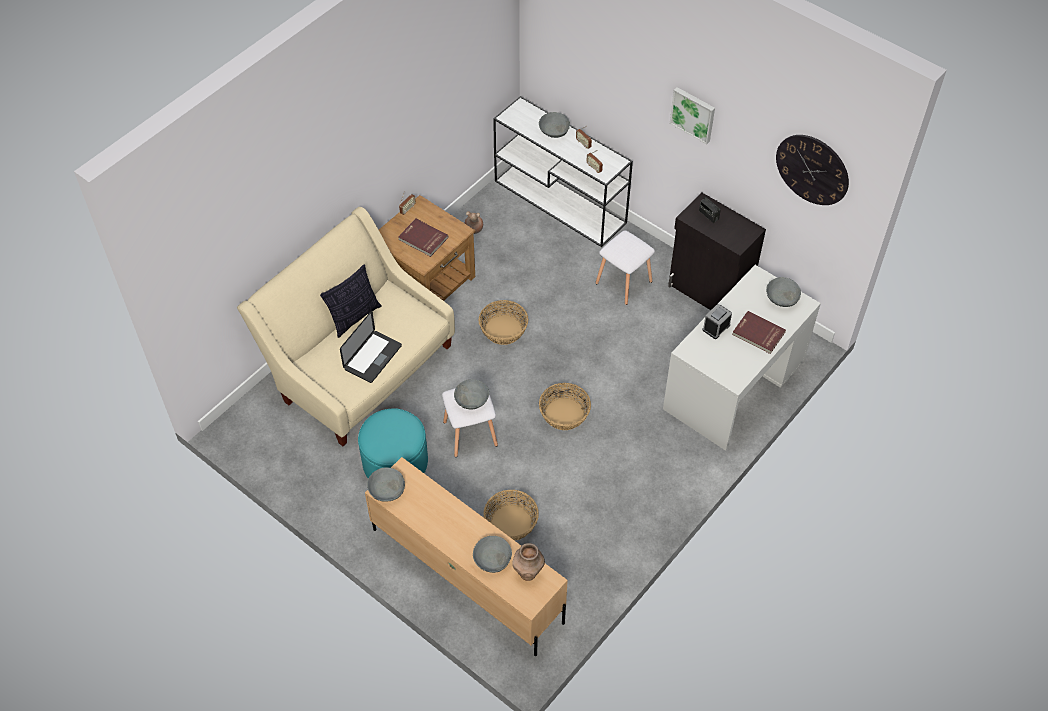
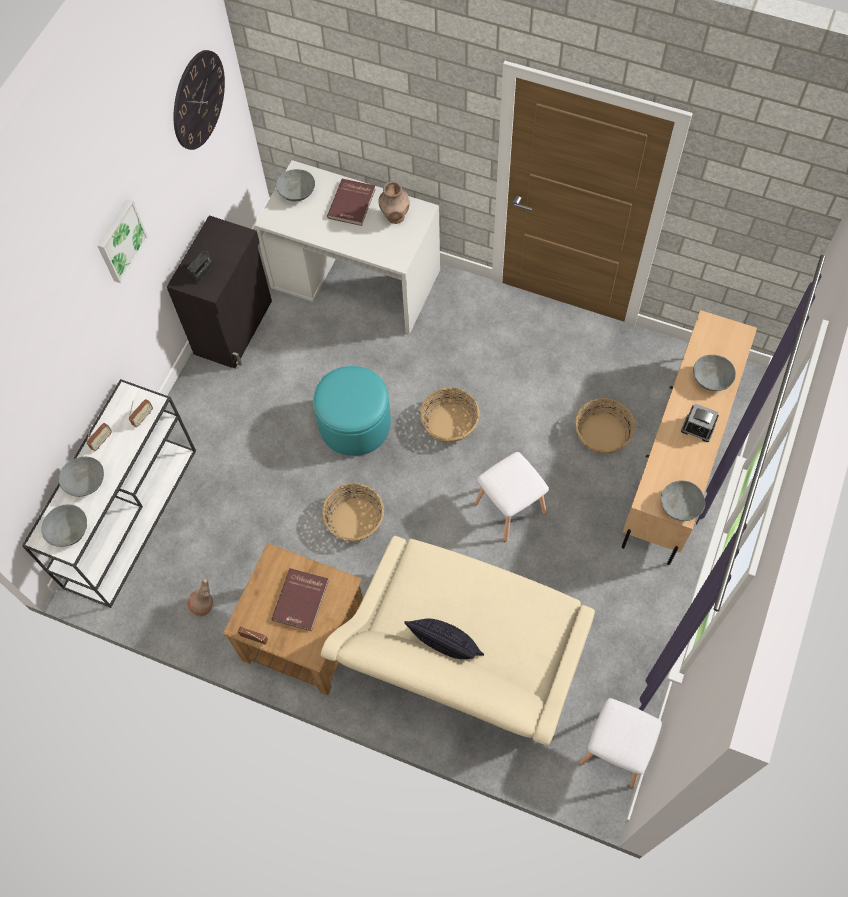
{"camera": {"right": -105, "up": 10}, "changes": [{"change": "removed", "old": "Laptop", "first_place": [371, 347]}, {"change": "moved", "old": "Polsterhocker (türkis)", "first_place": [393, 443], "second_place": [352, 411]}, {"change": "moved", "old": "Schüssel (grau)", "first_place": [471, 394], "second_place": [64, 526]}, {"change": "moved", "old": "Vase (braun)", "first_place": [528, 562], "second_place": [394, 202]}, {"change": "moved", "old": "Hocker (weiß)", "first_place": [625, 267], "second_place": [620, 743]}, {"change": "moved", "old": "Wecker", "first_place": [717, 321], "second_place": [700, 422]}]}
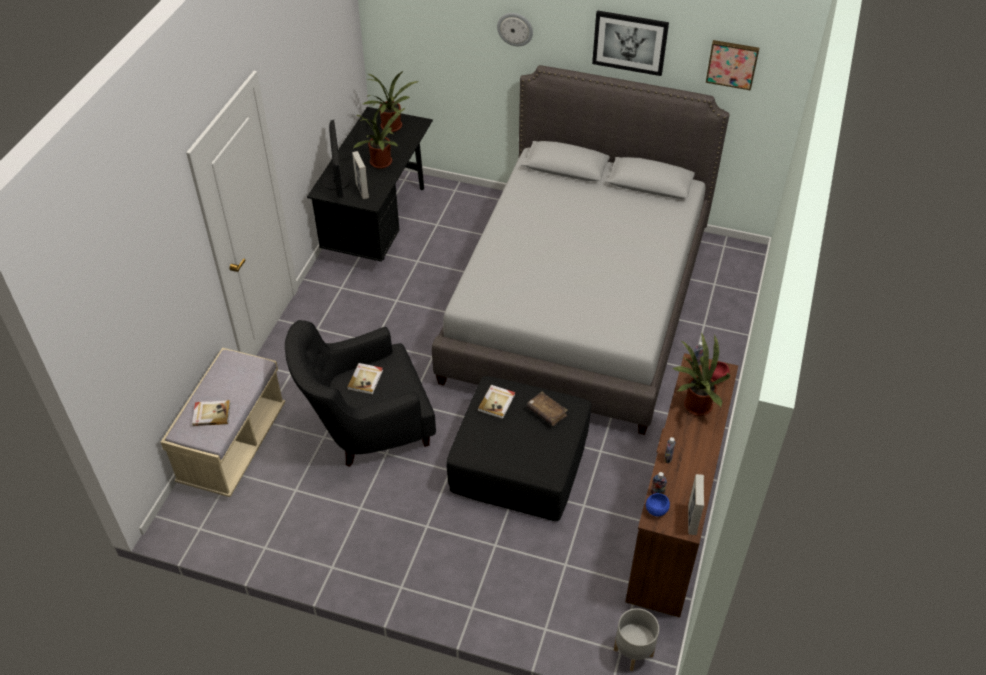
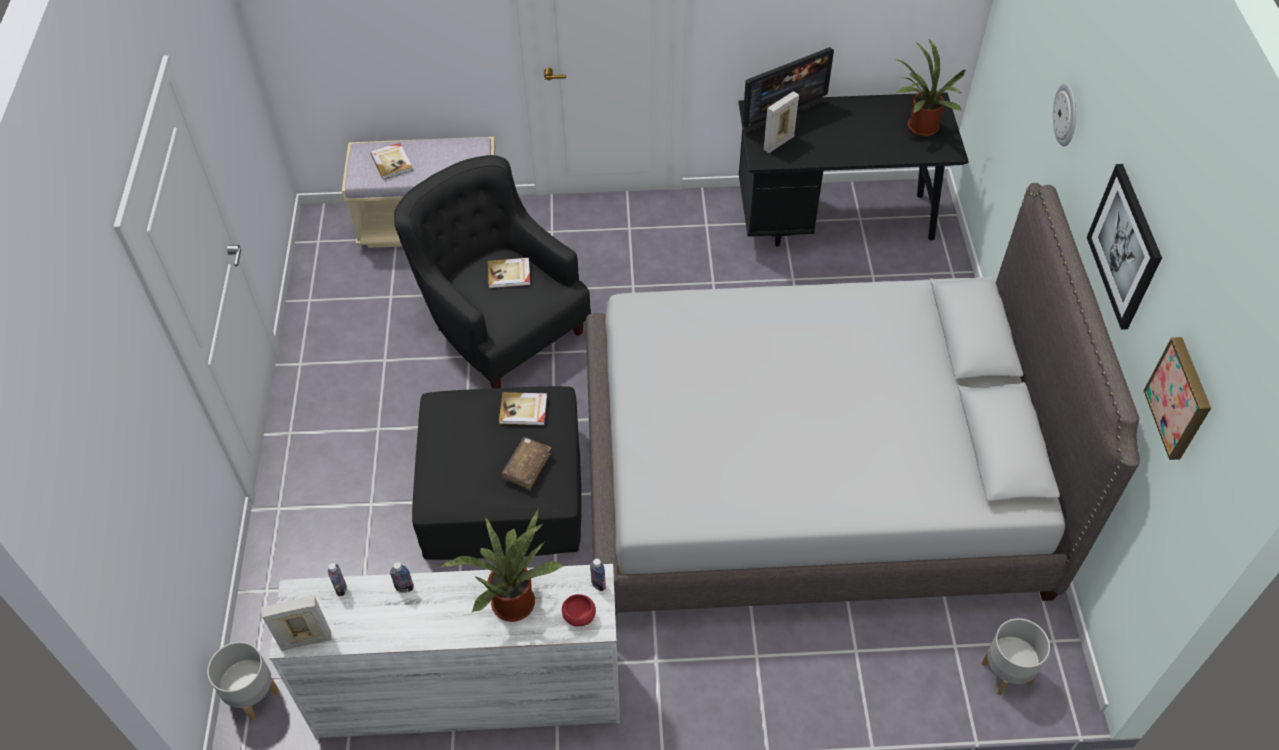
{"camera": {"right": 70, "up": 5}, "changes": [{"change": "removed", "old": "Topfpflanze", "first_place": [379, 136]}, {"change": "removed", "old": "Schüssel (blau)", "first_place": [658, 504]}, {"change": "added", "new": "Pflanzkübel (grau)", "second_place": [1015, 656]}, {"change": "recoloured", "old": "Kommode (braun)", "new": "Kommode (weiß)", "first_place": [681, 485], "second_place": [444, 651]}]}
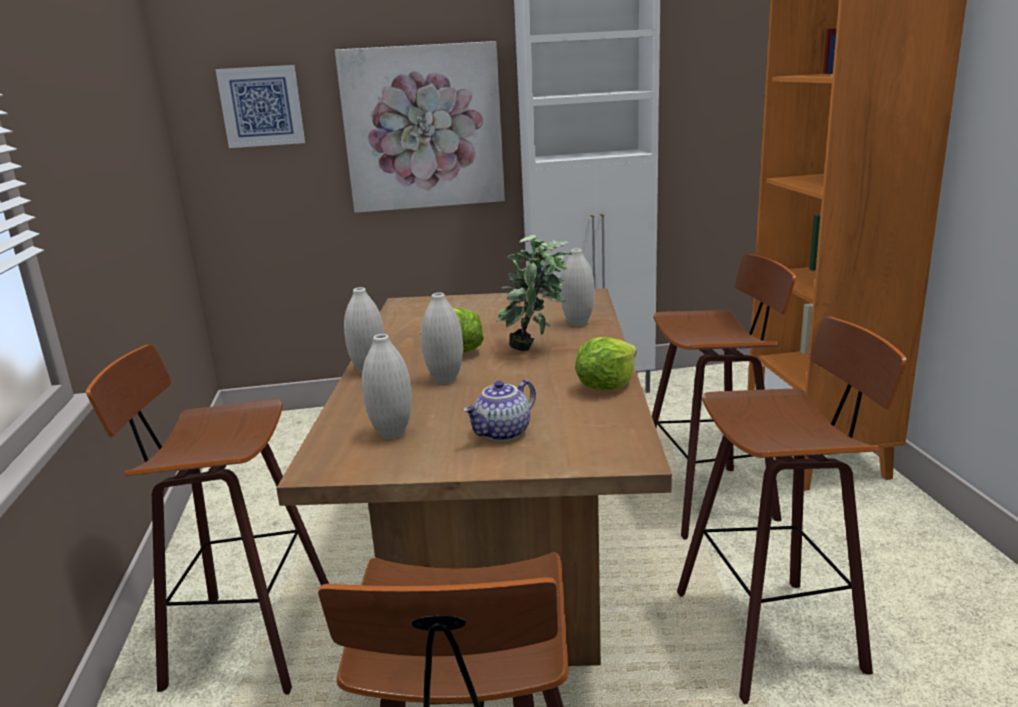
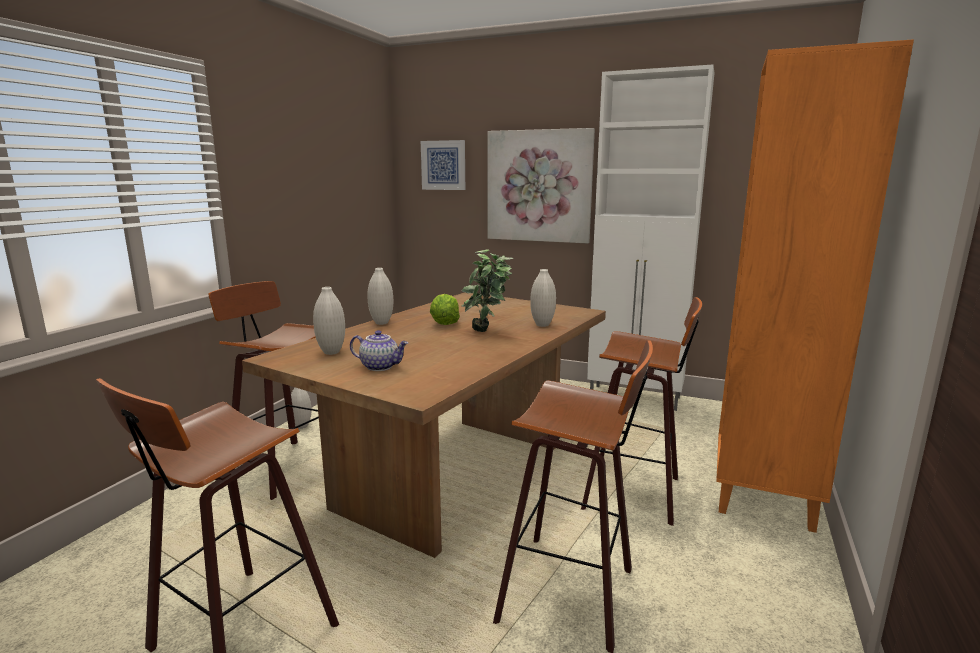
{"camera": {"right": 30, "up": -5}, "changes": [{"change": "removed", "old": "Salatkopf", "first_place": [606, 363]}, {"change": "moved", "old": "Vase (weiß)", "first_place": [442, 338], "second_place": [301, 408]}, {"change": "turned", "old": "Teekanne", "first_place": [499, 410], "second_place": [379, 350], "degrees": -150}]}
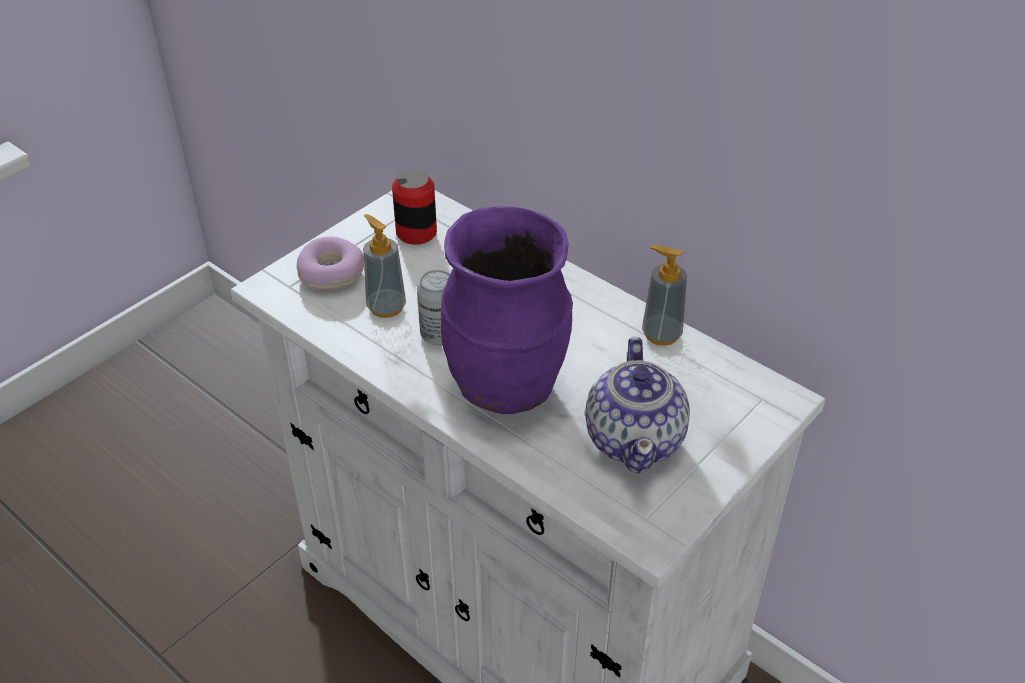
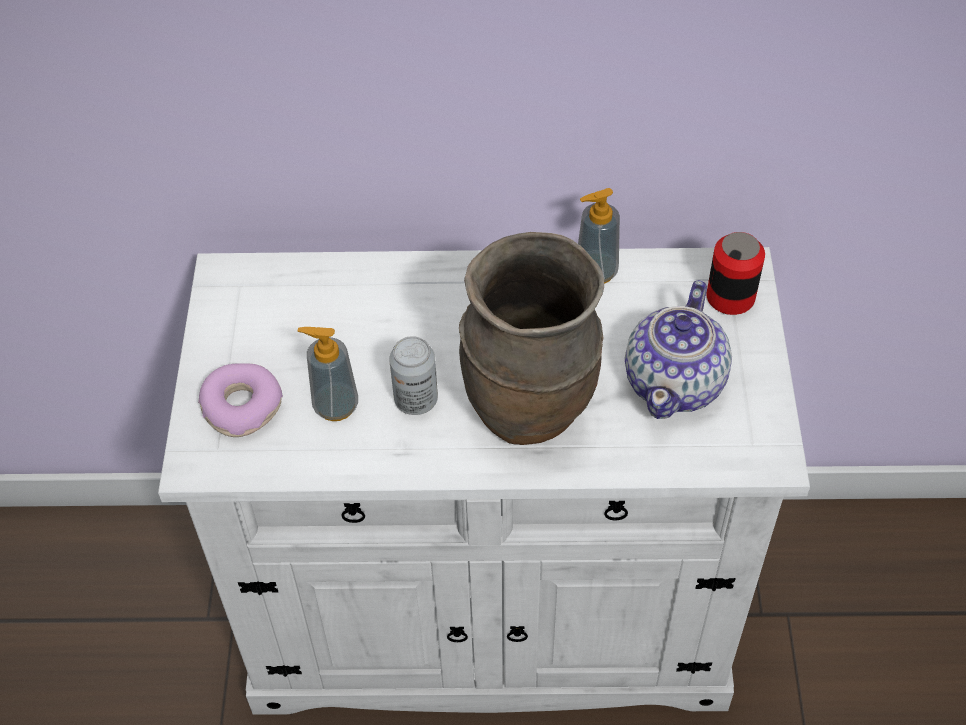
{"camera": {"right": -40, "up": 10}, "changes": [{"change": "moved", "old": "Dose", "first_place": [414, 207], "second_place": [735, 273]}, {"change": "recoloured", "old": "Vase (lila)", "new": "Vase (braun)", "first_place": [507, 310], "second_place": [531, 338]}, {"change": "turned", "old": "Teekanne", "first_place": [637, 405], "second_place": [678, 349], "degrees": 60}]}
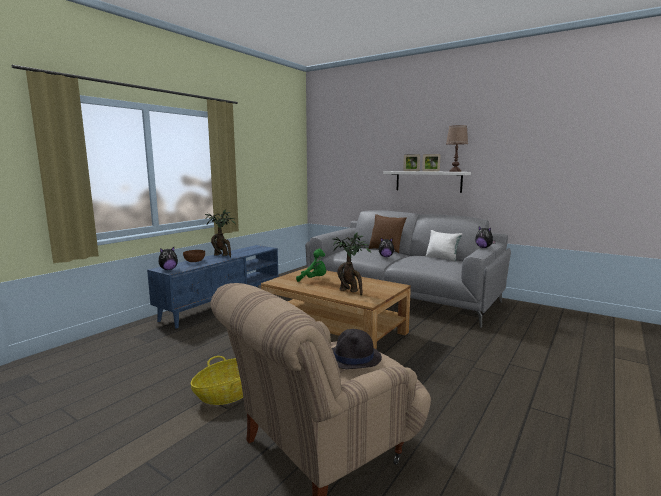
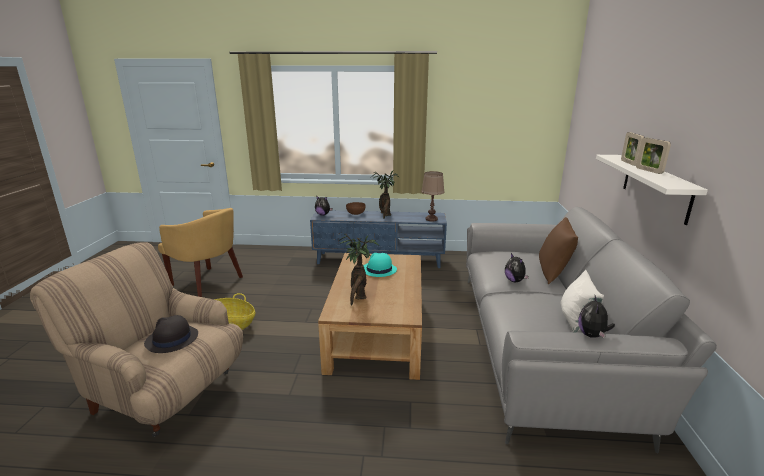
{"camera": {"right": 60, "up": 10}, "changes": [{"change": "added", "new": "Sessel (gelb)", "second_place": [200, 252]}, {"change": "moved", "old": "Tischlampe (braun)", "first_place": [457, 148], "second_place": [432, 196]}, {"change": "replaced", "old": "Plüschtier (grün)", "new": "Hut (türkis)", "first_place": [311, 265], "second_place": [380, 265]}]}
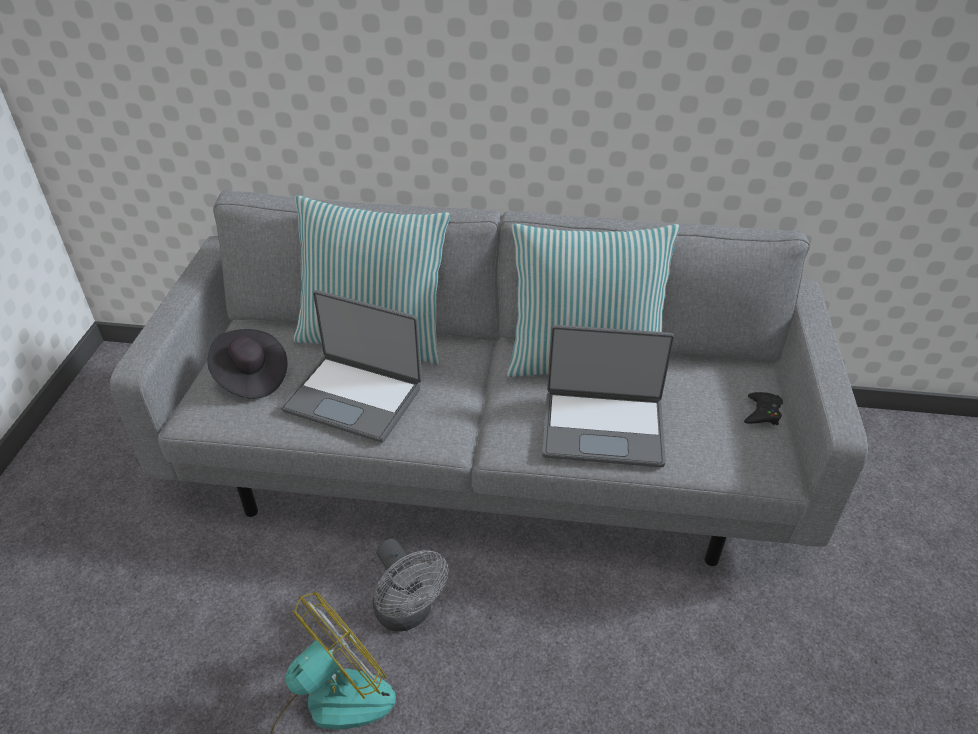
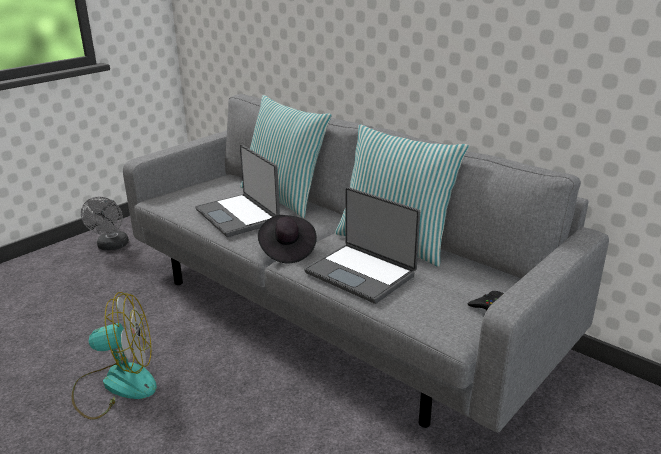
{"camera": {"right": 35, "up": -15}, "changes": [{"change": "moved", "old": "Hut (schwarz)", "first_place": [247, 364], "second_place": [287, 239]}, {"change": "moved", "old": "Ventilator (grau)", "first_place": [411, 585], "second_place": [105, 223]}]}
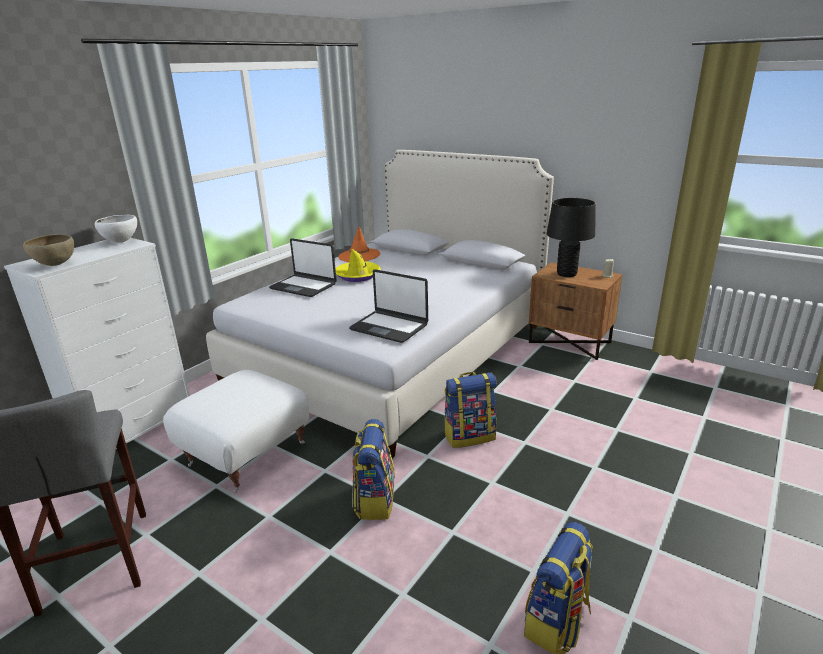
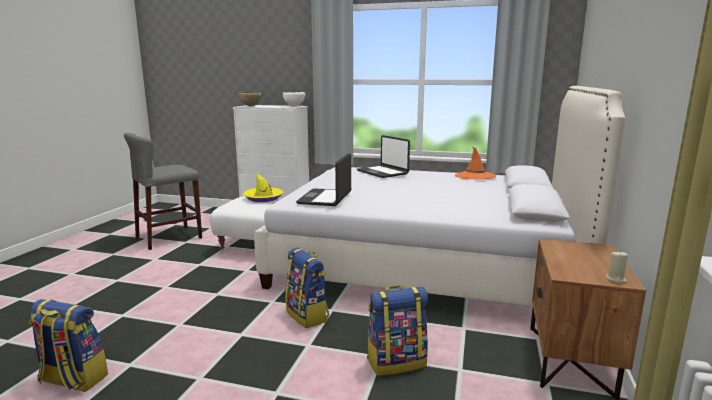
{"camera": {"right": 70, "up": -10}, "changes": [{"change": "removed", "old": "Tischlampe (schwarz)", "first_place": [571, 237]}, {"change": "moved", "old": "Hut (gelb)", "first_place": [358, 265], "second_place": [263, 187]}, {"change": "moved", "old": "Rucksack", "first_place": [373, 469], "second_place": [397, 330]}, {"change": "turned", "old": "Laptop", "first_place": [303, 267], "second_place": [383, 156], "degrees": -45}]}
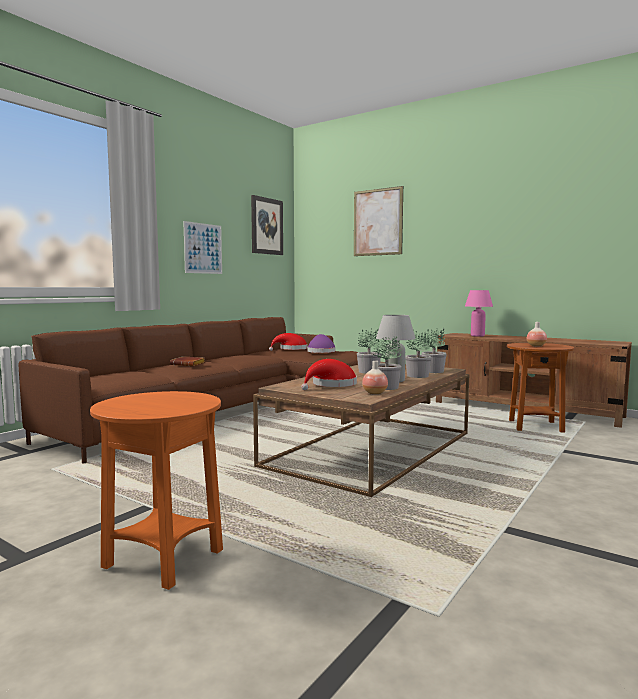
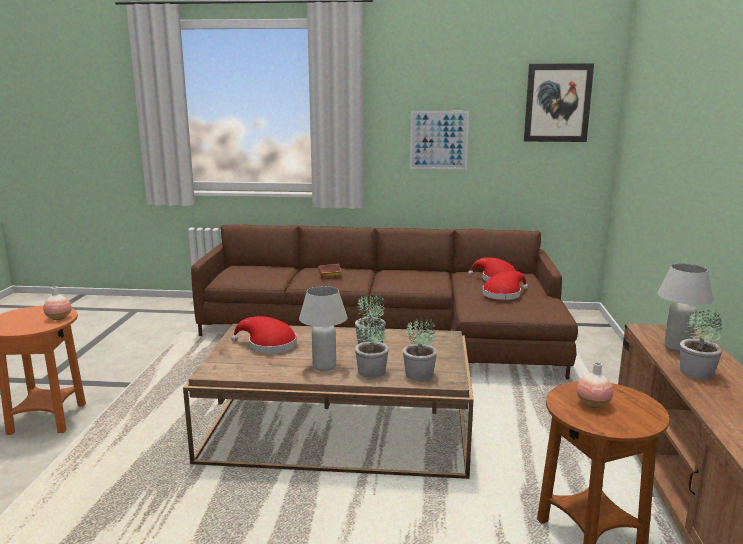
{"camera": {"right": 60, "up": 10}, "changes": [{"change": "removed", "old": "Bild", "first_place": [378, 221]}, {"change": "moved", "old": "Vase", "first_place": [375, 378], "second_place": [57, 303]}, {"change": "moved", "old": "Topfpflanze", "first_place": [387, 363], "second_place": [701, 345]}, {"change": "recoloured", "old": "Hut (lila)", "new": "Hut (rot)", "first_place": [321, 343], "second_place": [505, 285]}, {"change": "recoloured", "old": "Tischlampe (rosa)", "new": "Tischlampe (weiß)", "first_place": [479, 313], "second_place": [685, 307]}]}
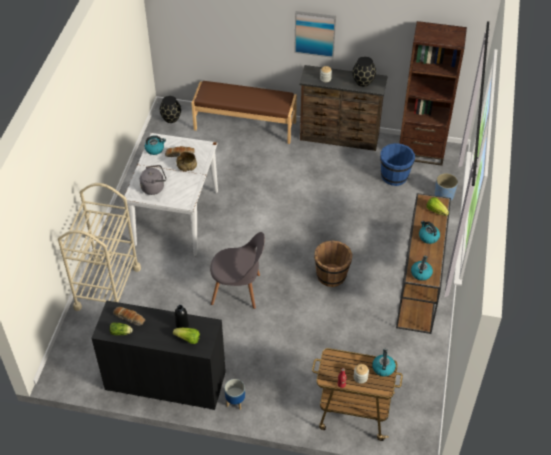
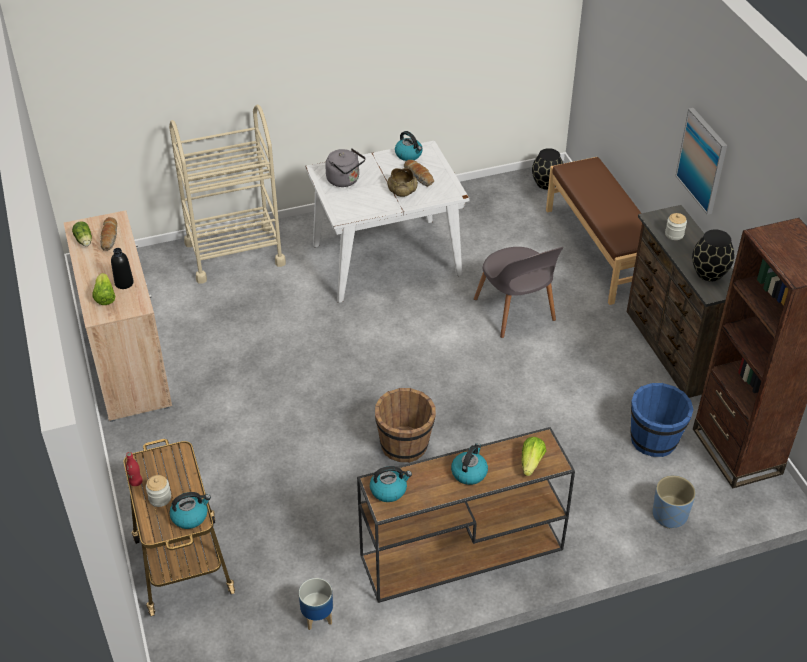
{"camera": {"right": 60, "up": -5}, "changes": [{"change": "moved", "old": "Stuhl (grau)", "first_place": [237, 270], "second_place": [518, 292]}, {"change": "moved", "old": "Pflanzkübel", "first_place": [235, 394], "second_place": [316, 604]}, {"change": "recoloured", "old": "Schrank (schwarz)", "new": "Schrank (beige)", "first_place": [158, 355], "second_place": [118, 316]}]}
